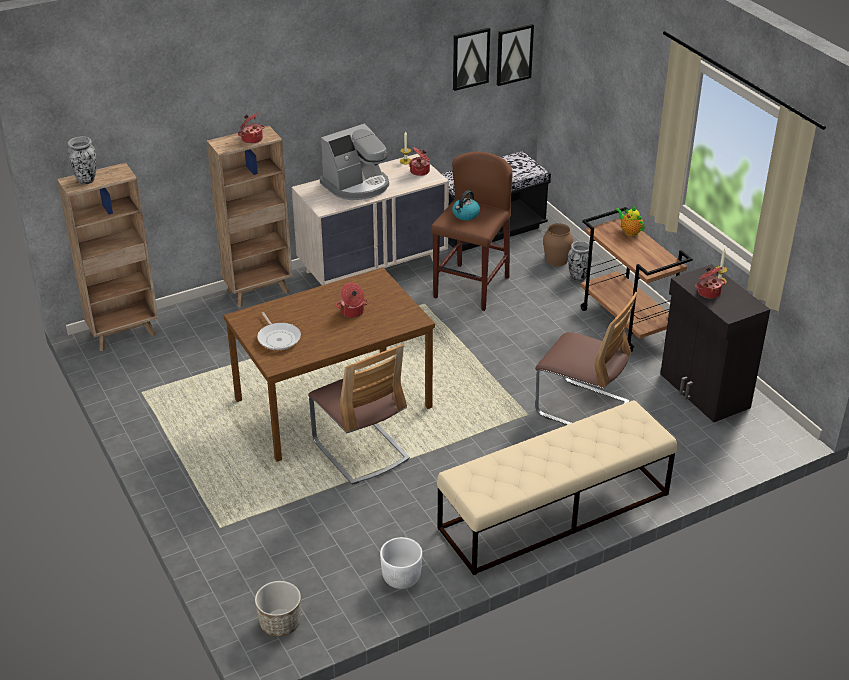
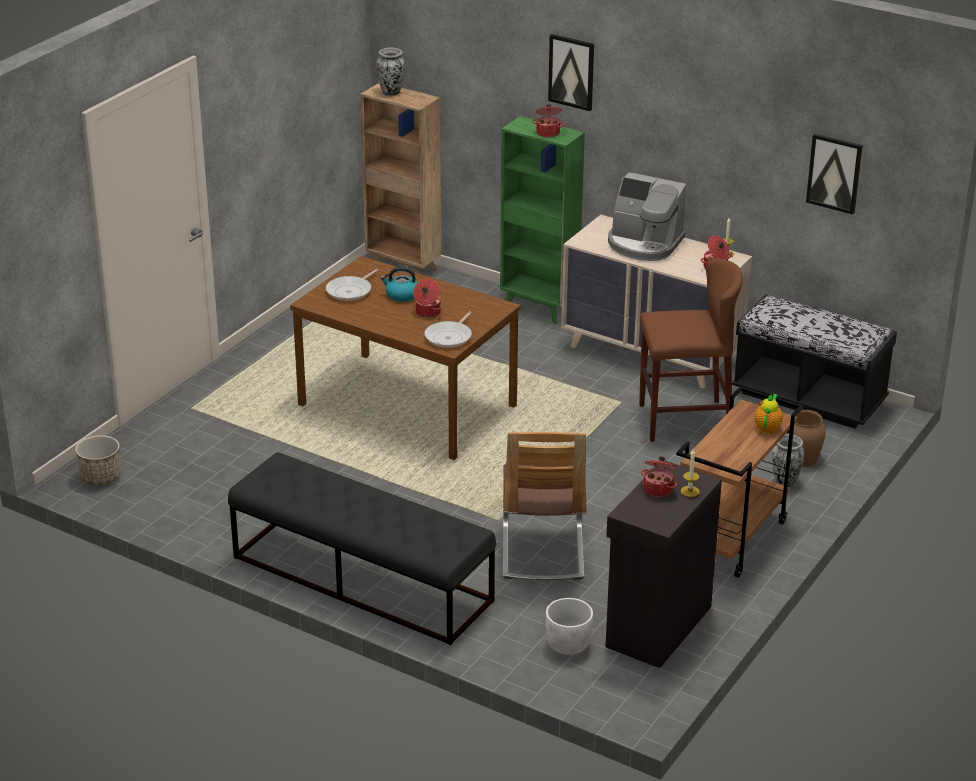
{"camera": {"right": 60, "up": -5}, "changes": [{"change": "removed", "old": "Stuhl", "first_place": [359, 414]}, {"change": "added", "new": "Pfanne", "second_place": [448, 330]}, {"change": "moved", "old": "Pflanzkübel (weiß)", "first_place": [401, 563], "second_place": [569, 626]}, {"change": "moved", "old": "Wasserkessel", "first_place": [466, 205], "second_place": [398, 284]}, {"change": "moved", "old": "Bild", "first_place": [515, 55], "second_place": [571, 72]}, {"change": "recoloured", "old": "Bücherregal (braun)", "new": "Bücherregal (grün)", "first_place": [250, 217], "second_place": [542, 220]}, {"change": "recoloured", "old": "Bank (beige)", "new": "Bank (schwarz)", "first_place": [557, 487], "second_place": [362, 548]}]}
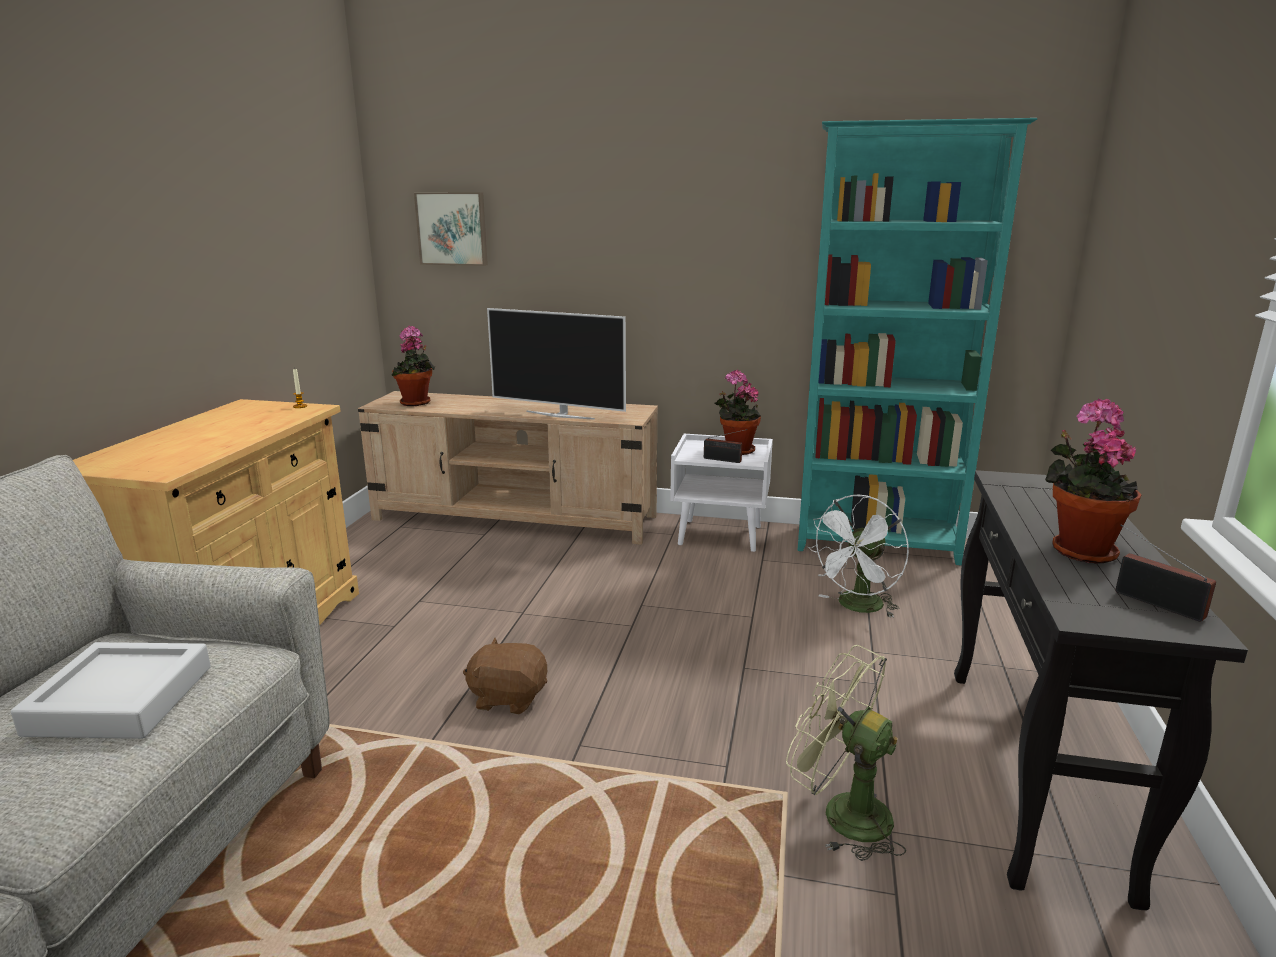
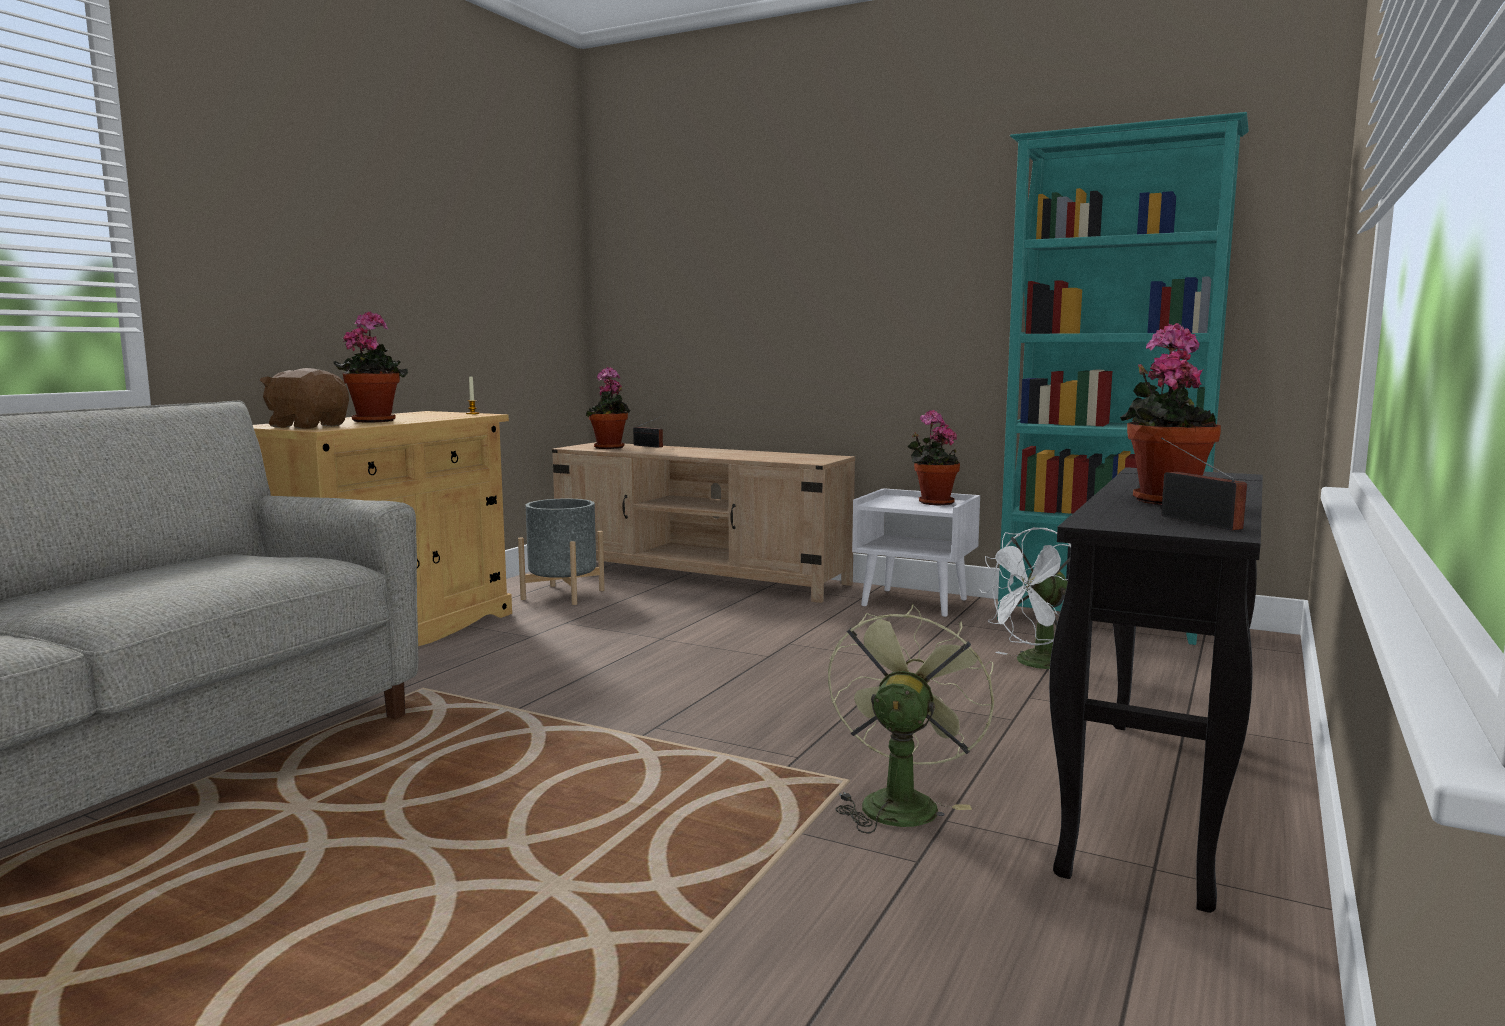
{"camera": {"right": 15, "up": -10}, "changes": [{"change": "removed", "old": "Tablett (grau)", "first_place": [111, 690]}, {"change": "removed", "old": "Bild", "first_place": [451, 229]}, {"change": "removed", "old": "Fernseher", "first_place": [556, 364]}, {"change": "added", "new": "Topfpflanze", "second_place": [370, 366]}, {"change": "added", "new": "Pflanzkübel (grau)", "second_place": [561, 552]}, {"change": "moved", "old": "Plüschtier (braun)", "first_place": [505, 676], "second_place": [304, 398]}, {"change": "moved", "old": "Radio", "first_place": [725, 446], "second_place": [649, 431]}, {"change": "turned", "old": "Ventilator (grün)", "first_place": [846, 753], "second_place": [911, 718], "degrees": 60}]}
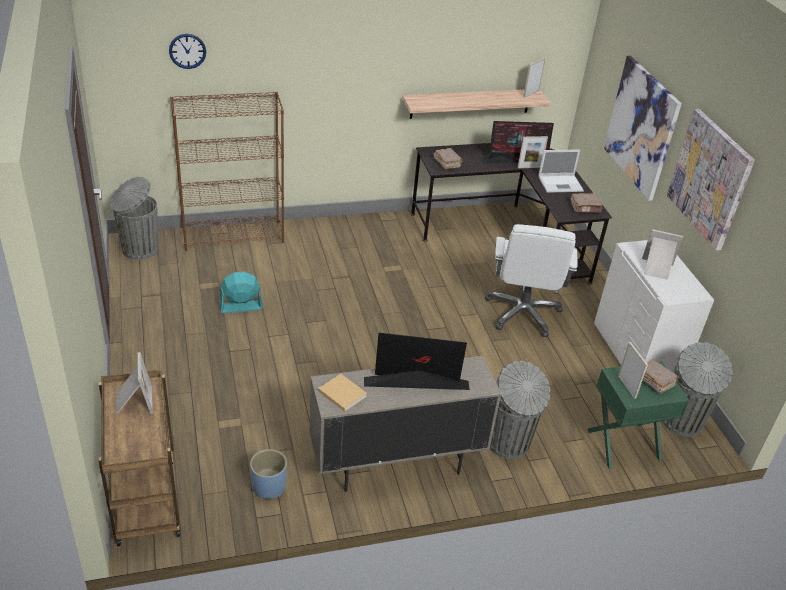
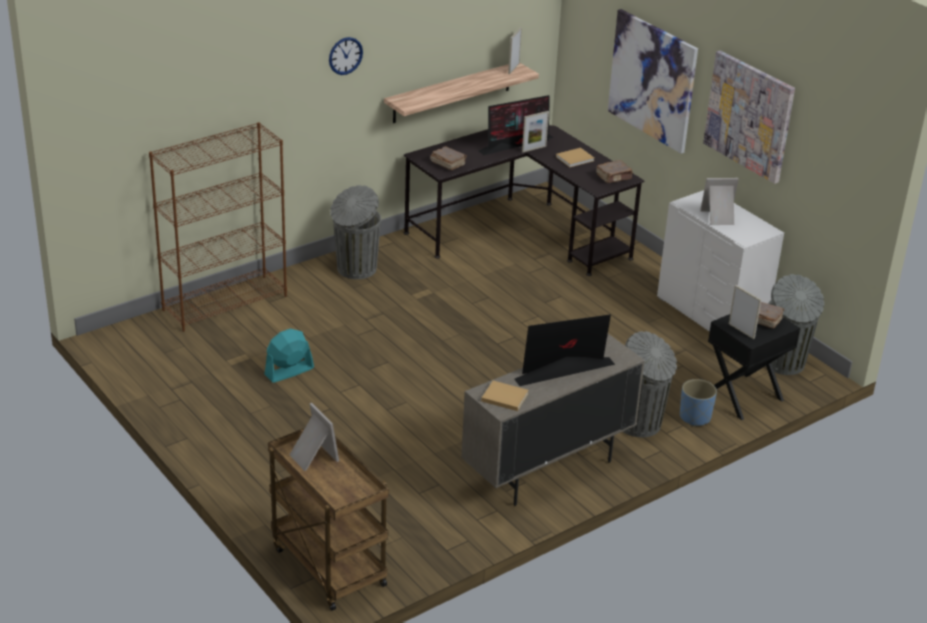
{"camera": {"right": -20, "up": -5}, "changes": [{"change": "removed", "old": "Bürostuhl (weiß)", "first_place": [531, 280]}, {"change": "moved", "old": "Mülleimer (grau)", "first_place": [134, 218], "second_place": [355, 232]}, {"change": "moved", "old": "Wanduhr", "first_place": [187, 51], "second_place": [346, 56]}, {"change": "moved", "old": "Pflanzkübel (blau)", "first_place": [268, 474], "second_place": [698, 402]}, {"change": "replaced", "old": "Laptop", "new": "Buch (beige)", "first_place": [561, 171], "second_place": [575, 157]}, {"change": "recoloured", "old": "Nachttisch (grün)", "new": "Nachttisch (schwarz)", "first_place": [638, 415], "second_place": [754, 367]}]}
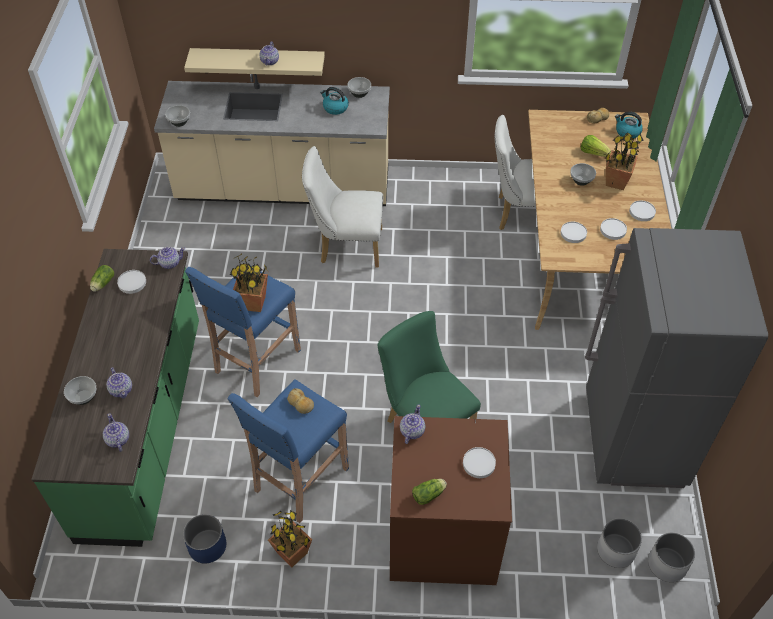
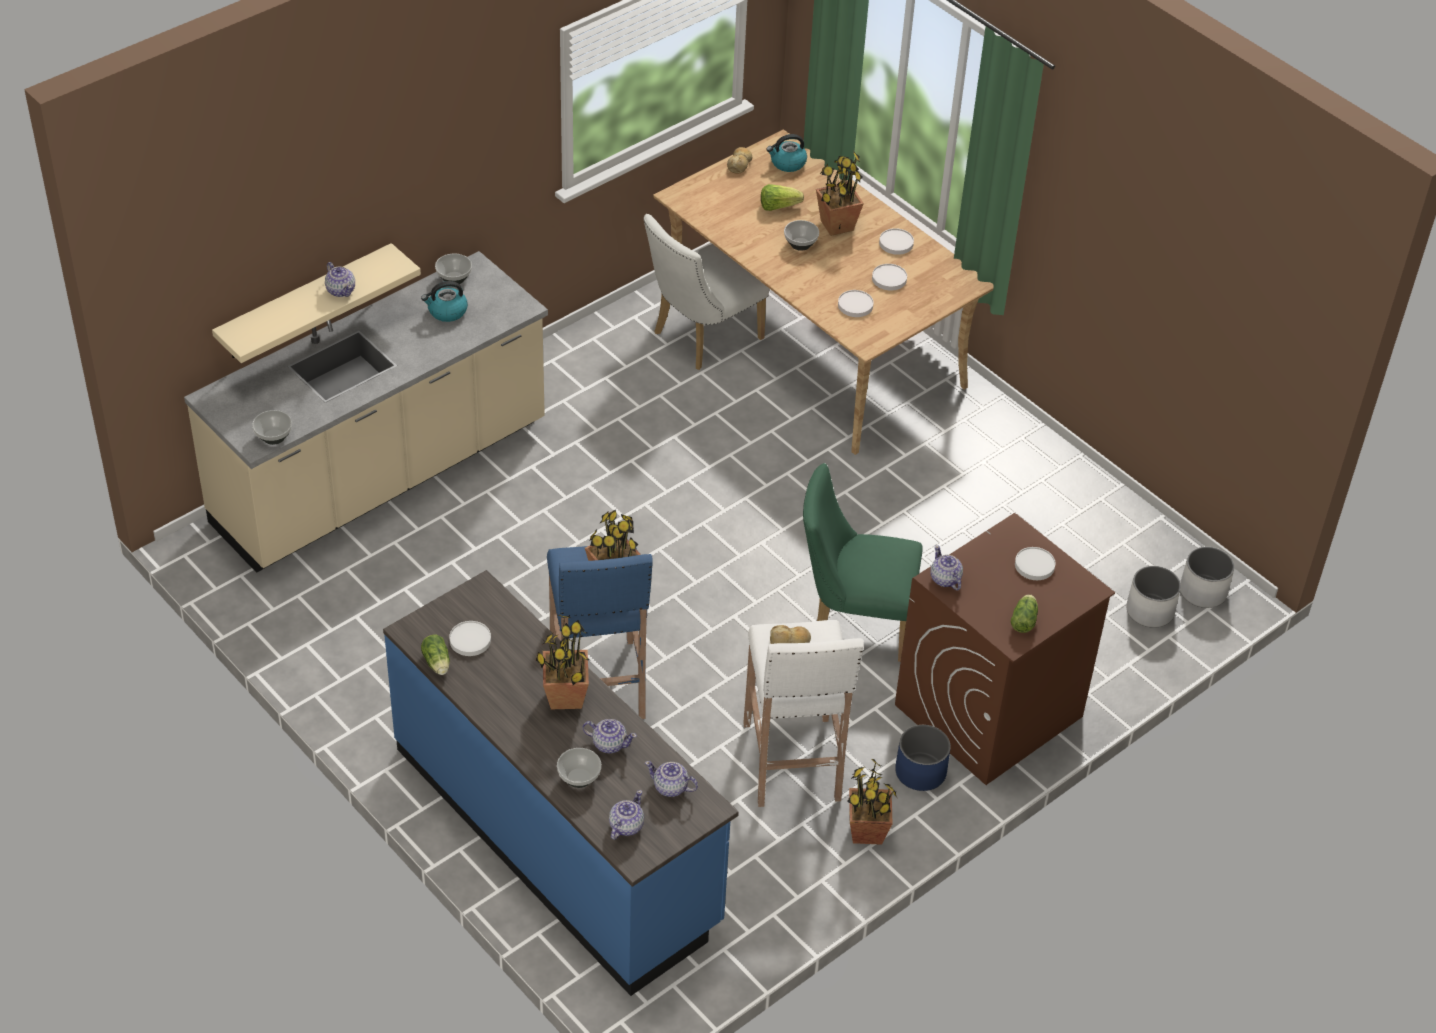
{"camera": {"right": -45, "up": -5}, "changes": [{"change": "removed", "old": "Stuhl (weiß)", "first_place": [342, 207]}, {"change": "removed", "old": "Kühlschrank (grau)", "first_place": [676, 358]}, {"change": "added", "new": "Topfpflanze", "second_place": [563, 662]}, {"change": "moved", "old": "Teekanne", "first_place": [167, 258], "second_place": [626, 815]}, {"change": "moved", "old": "Pflanzkübel (blau)", "first_place": [204, 539], "second_place": [923, 758]}, {"change": "recoloured", "old": "Küchenzeile (grün)", "new": "Küchenzeile (blau)", "first_place": [115, 398], "second_place": [561, 783]}, {"change": "recoloured", "old": "Hocker (blau)", "new": "Hocker (weiß)", "first_place": [288, 451], "second_place": [803, 713]}]}
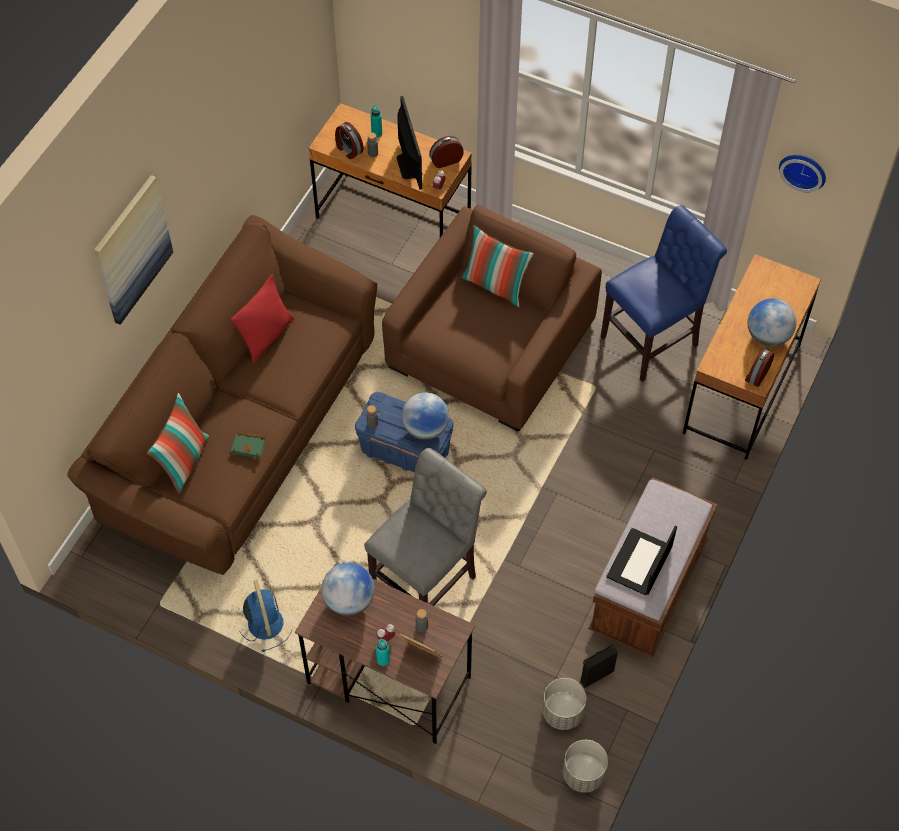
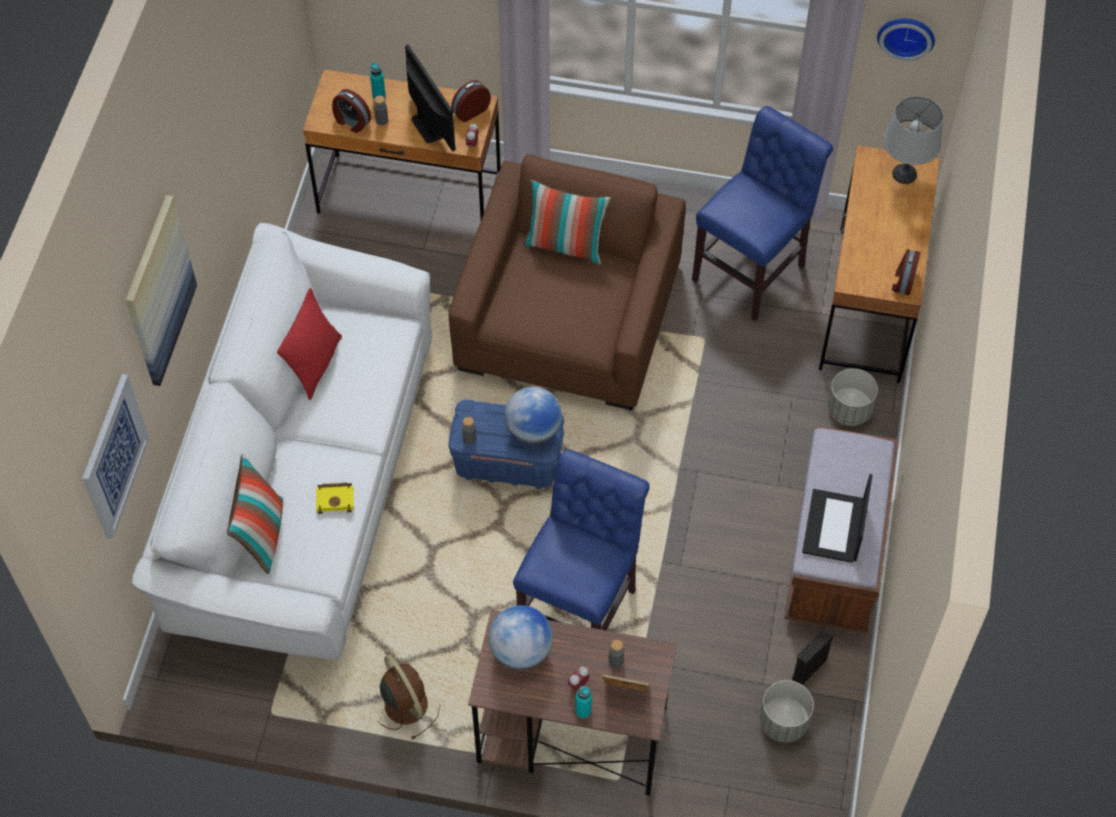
{"camera": {"right": -15, "up": 0}, "changes": [{"change": "removed", "old": "Globus", "first_place": [772, 323]}, {"change": "added", "new": "Bild", "second_place": [116, 456]}, {"change": "added", "new": "Tischlampe (grau)", "second_place": [913, 140]}, {"change": "moved", "old": "Pflanzkübel (grau)", "first_place": [585, 766], "second_place": [853, 397]}, {"change": "recoloured", "old": "Sofa (braun)", "new": "Sofa (weiß)", "first_place": [222, 395], "second_place": [282, 441]}, {"change": "recoloured", "old": "Buch (grün)", "new": "Buch (gelb)", "first_place": [248, 446], "second_place": [335, 498]}, {"change": "recoloured", "old": "Ventilator (blau)", "new": "Ventilator (braun)", "first_place": [265, 616], "second_place": [408, 697]}, {"change": "recoloured", "old": "Stuhl (grau)", "new": "Stuhl (blau)", "first_place": [425, 527], "second_place": [581, 540]}]}
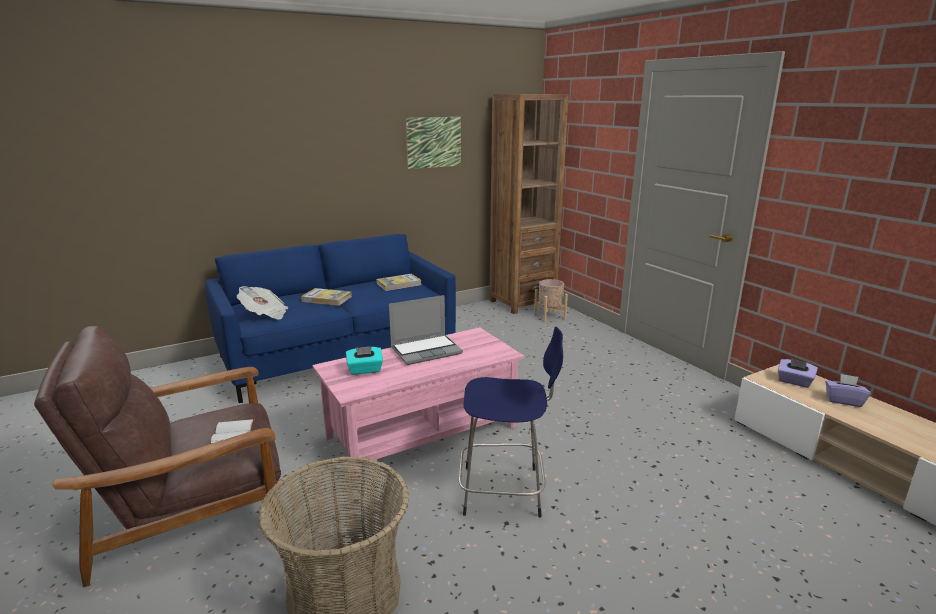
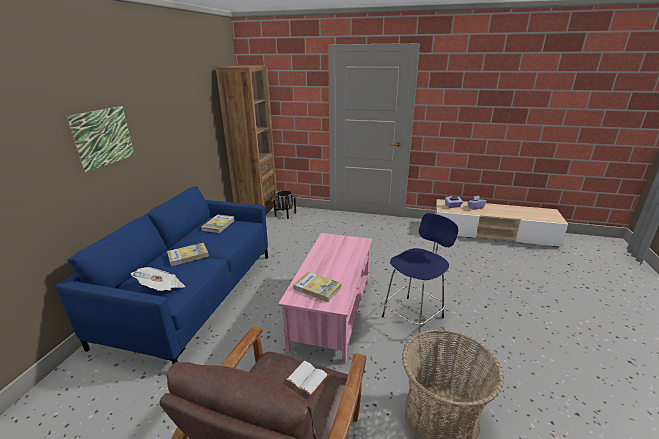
{"camera": {"right": -45, "up": 5}, "changes": [{"change": "removed", "old": "Laptop", "first_place": [426, 330]}, {"change": "moved", "old": "Bild", "first_place": [433, 143], "second_place": [100, 139]}, {"change": "replaced", "old": "Taschentuchbox (türkis)", "new": "Buch", "first_place": [364, 361], "second_place": [317, 287]}, {"change": "recoloured", "old": "Pflanzkübel (beige)", "new": "Pflanzkübel (schwarz)", "first_place": [551, 300], "second_place": [284, 204]}]}
